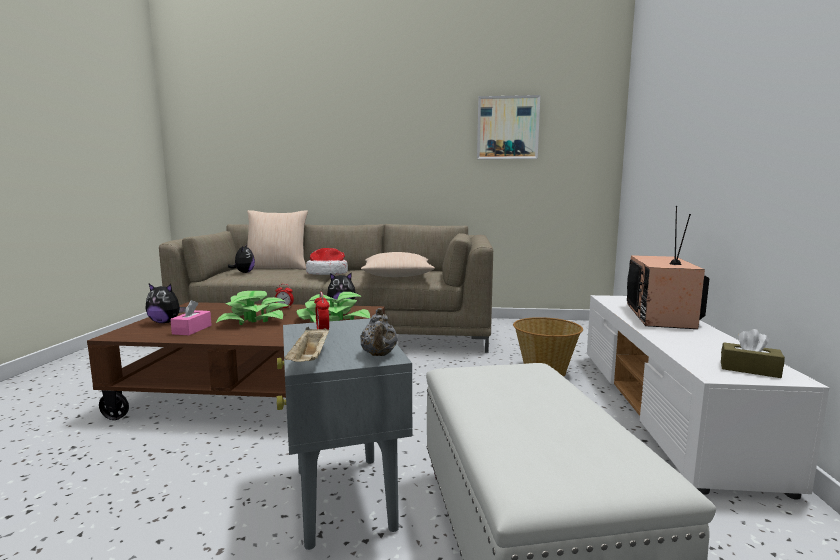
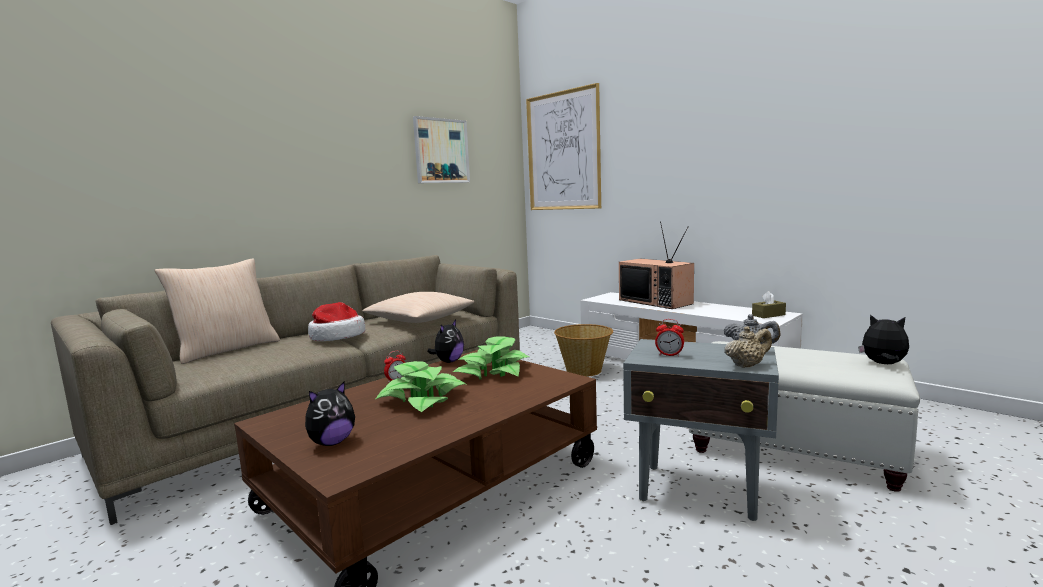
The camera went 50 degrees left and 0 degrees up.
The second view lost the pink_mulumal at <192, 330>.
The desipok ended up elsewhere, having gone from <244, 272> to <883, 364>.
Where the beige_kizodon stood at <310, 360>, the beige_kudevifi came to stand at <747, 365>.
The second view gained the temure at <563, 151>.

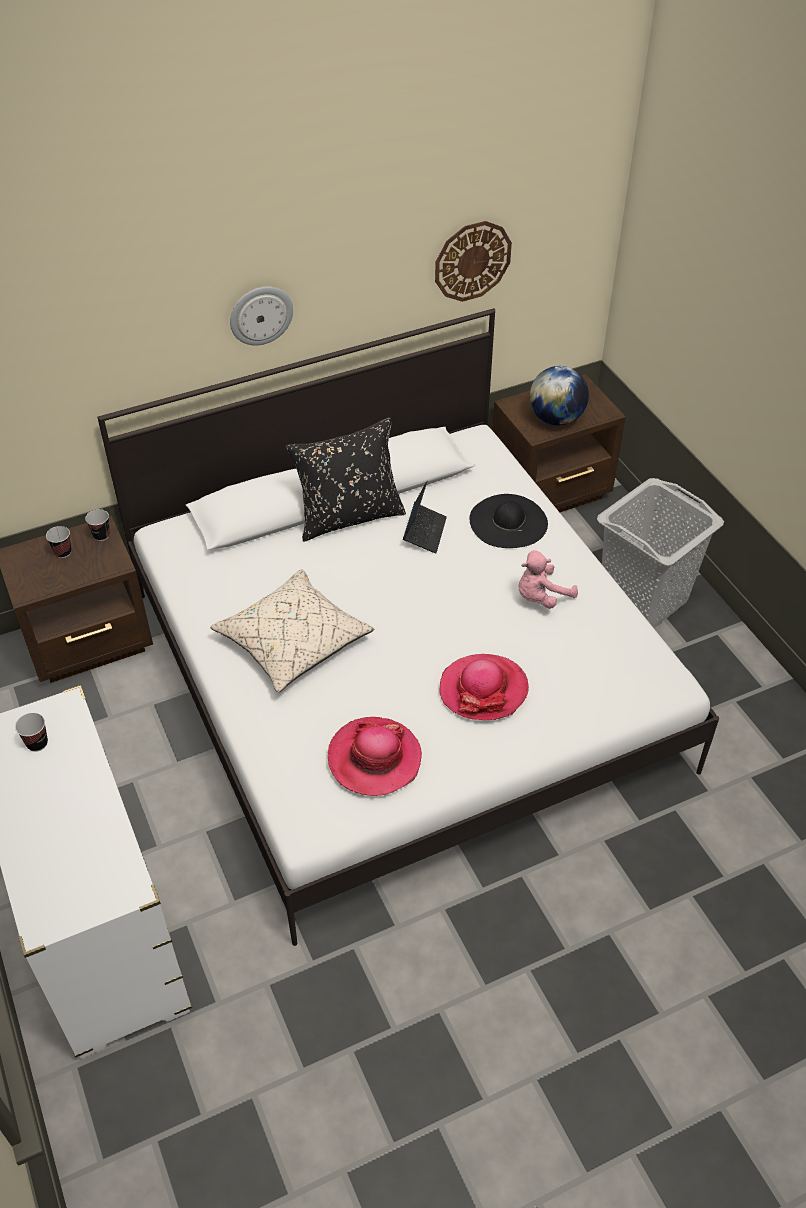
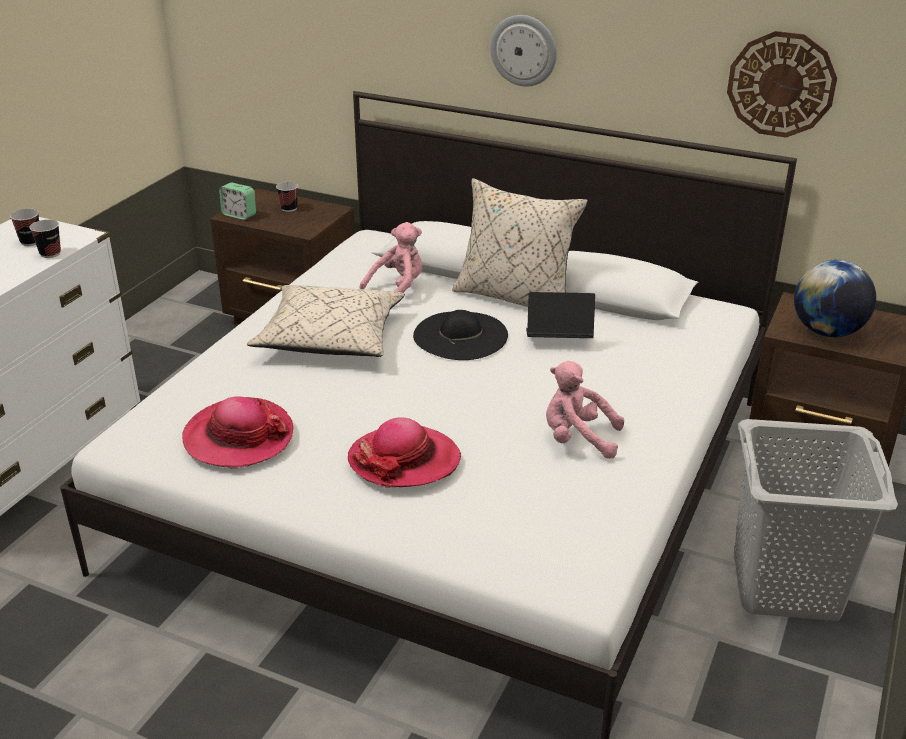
The camera went 50 degrees right and 15 degrees down.
The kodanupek ended up elsewhere, having gone from <101, 535> to <50, 253>.
What was the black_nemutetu at <348, 516> turned into the beige_nemutetu at <515, 297>.
The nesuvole at <424, 532> ended up facing another way, 150 degrees counterclockwise from before.
The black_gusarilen ended up elsewhere, having gone from <508, 521> to <460, 335>.
The second view gained the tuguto at <239, 215>.
The second view gained the pink_desipok at <398, 289>.

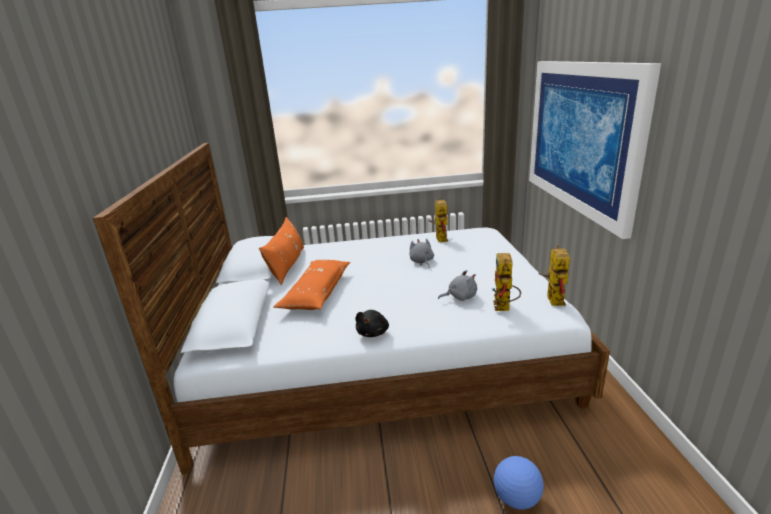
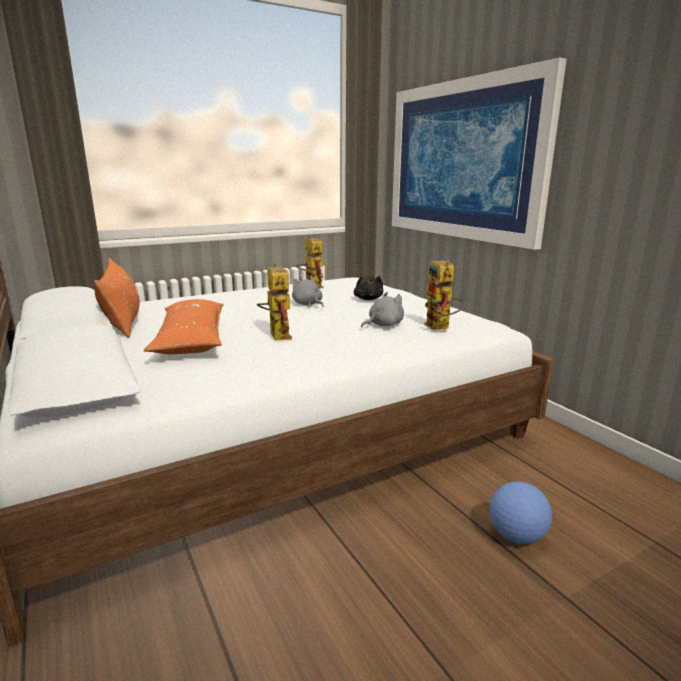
The camera went 25 degrees left and 5 degrees down.
The black_desipok ended up elsewhere, having gone from <373, 332> to <368, 299>.
The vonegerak ended up elsewhere, having gone from <552, 298> to <276, 334>.

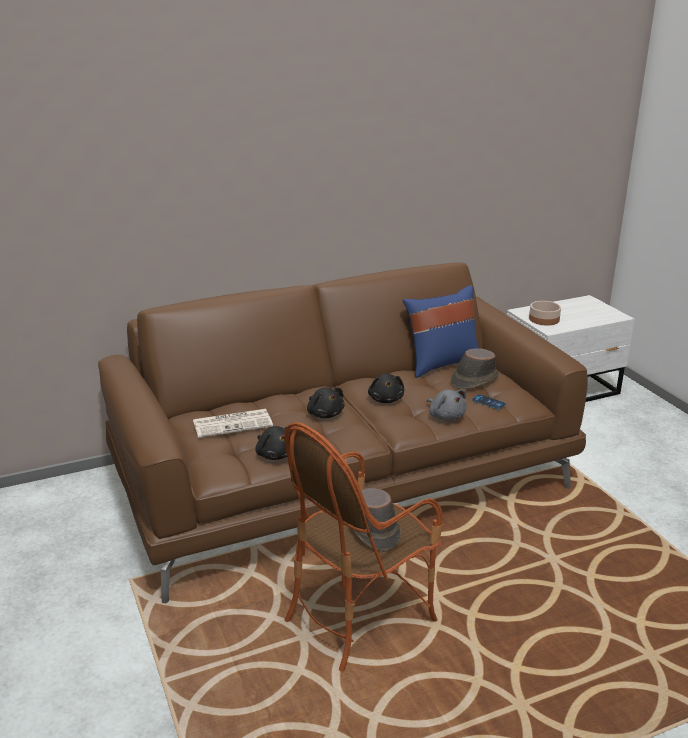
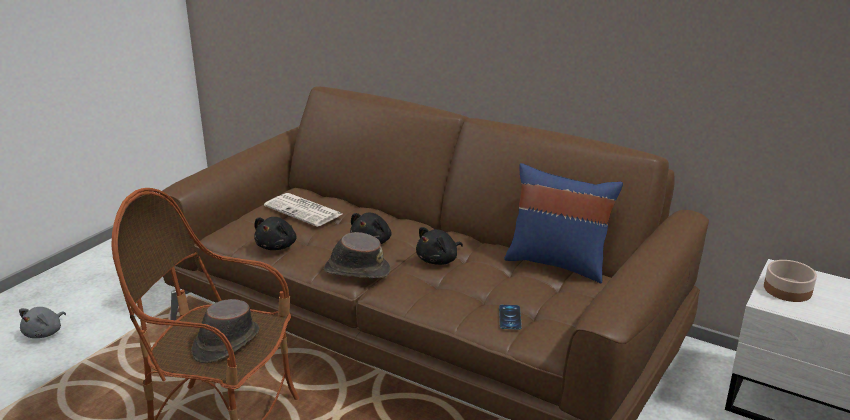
The camera went 55 degrees right and 0 degrees up.
The grey_desipok ended up elsewhere, having gone from <446, 416> to <45, 333>.
The brown_gusarilen ended up elsewhere, having gone from <473, 380> to <356, 270>.

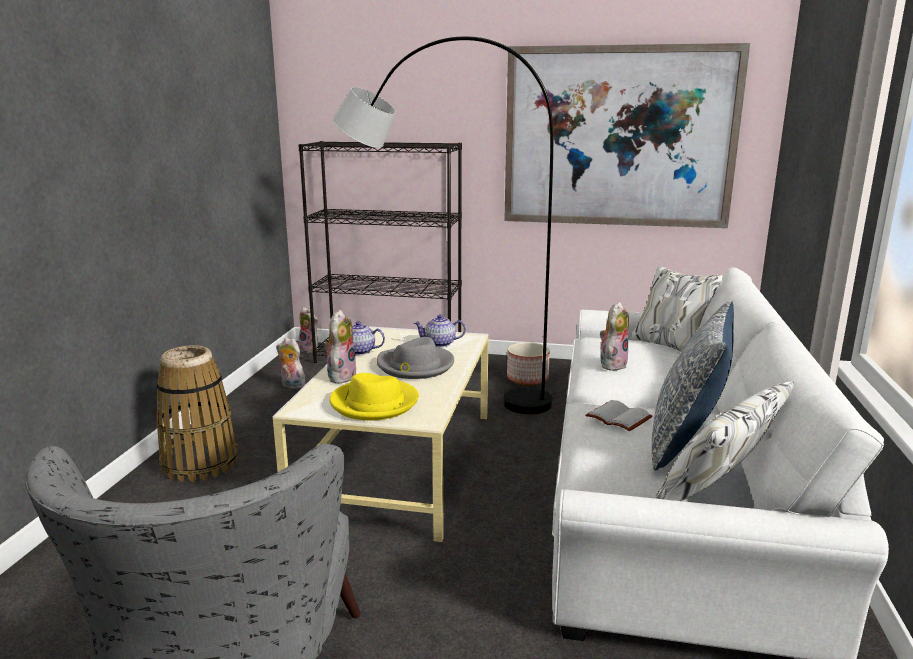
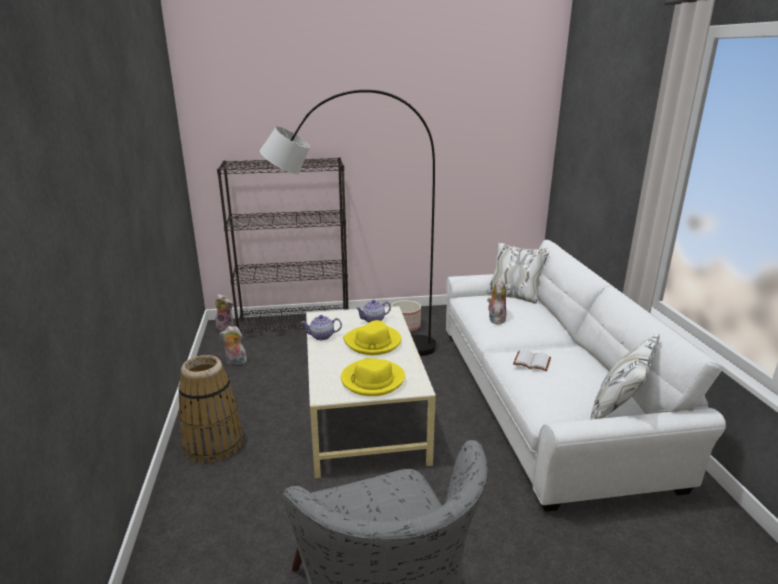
The camera went 20 degrees left and 5 degrees up.
The second view lost the desipok at <341, 376>.
What was the grey_gusarilen at <415, 366> turned into the yellow_gusarilen at <373, 342>.
The second view lost the temure at <618, 137>.
The second view lost the nemutetu at <686, 441>.

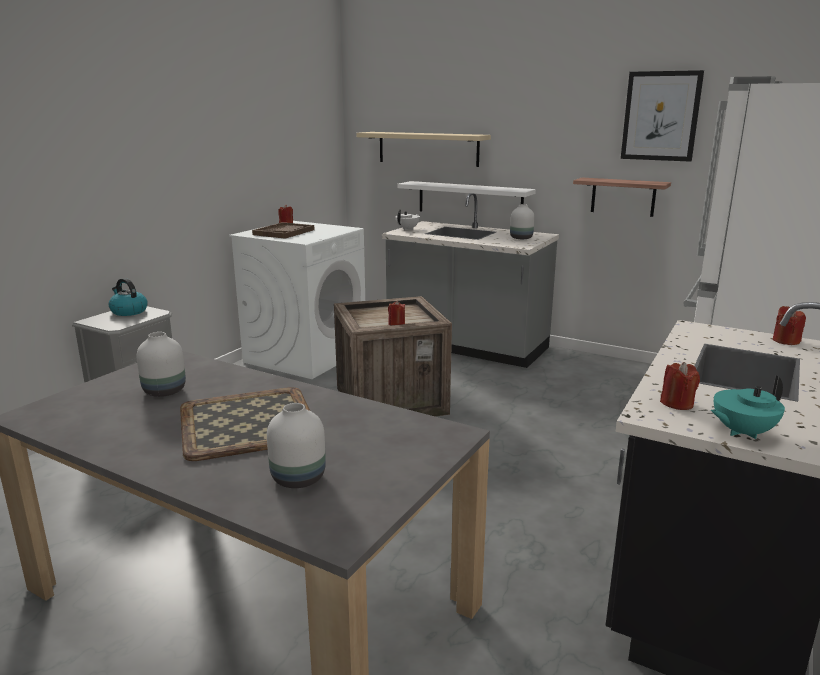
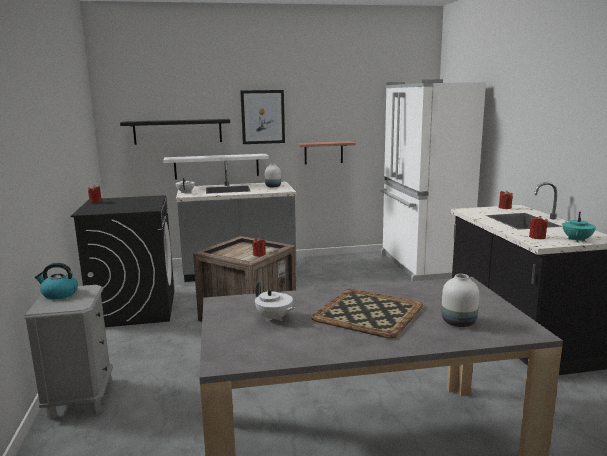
The camera went 40 degrees left and 5 degrees down.
Where the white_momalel stood at <163, 391>, the white_kudevifi came to stand at <274, 318>.
What was the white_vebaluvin at <306, 355> turned into the black_vebaluvin at <134, 308>.
The second view lost the brown_kizodon at <284, 232>.
What was the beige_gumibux at <428, 148> turned into the black_gumibux at <178, 131>.
The temure ended up elsewhere, having gone from <661, 116> to <263, 117>.

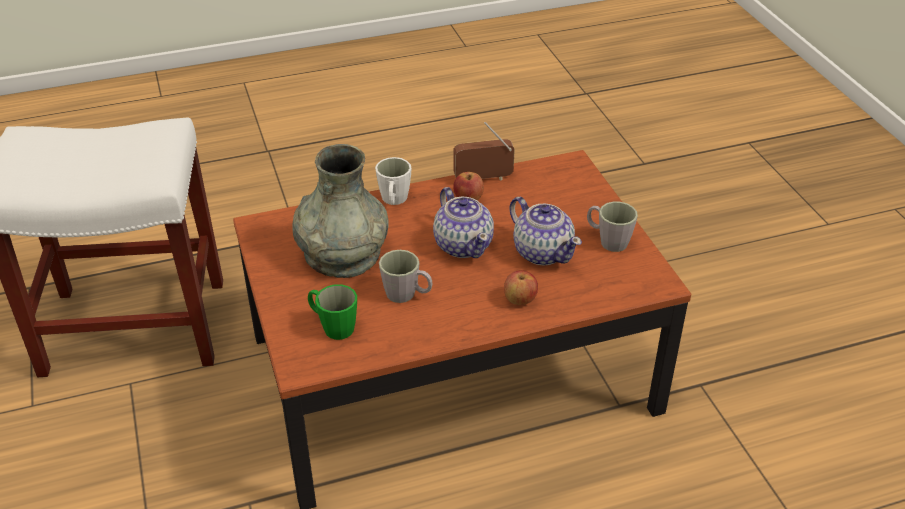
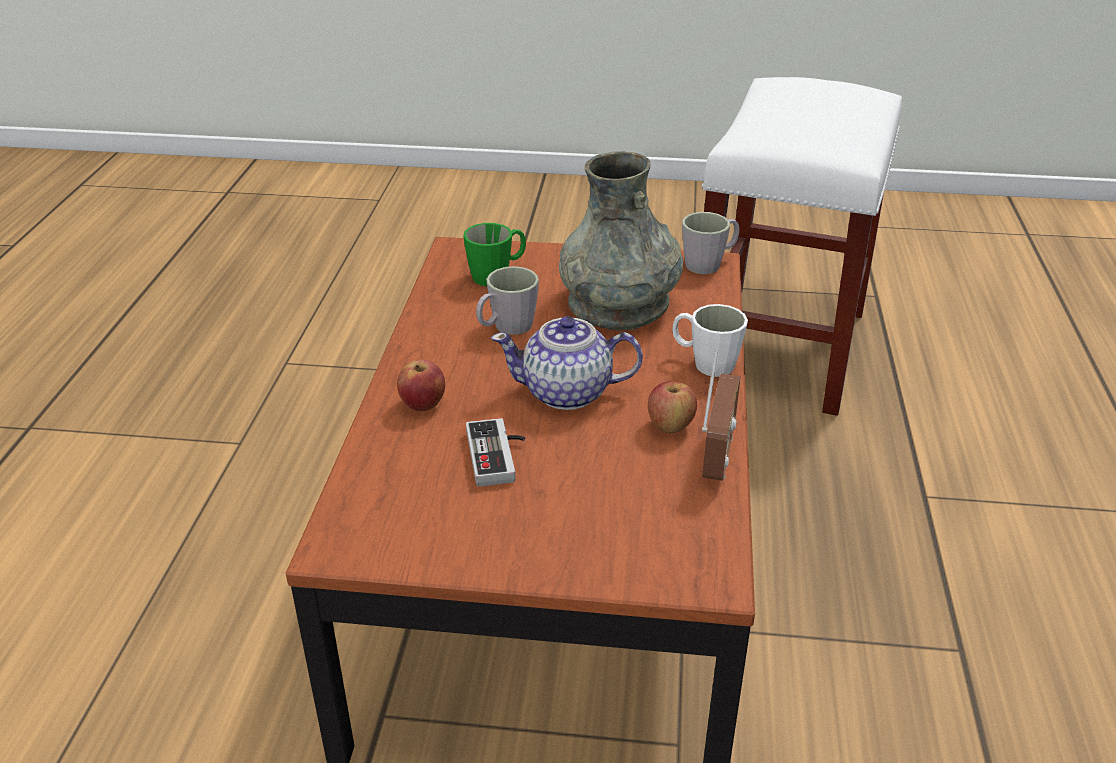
The camera went 115 degrees right and 5 degrees down.
Where the kudevifi stood at <542, 252>, the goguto came to stand at <499, 455>.
The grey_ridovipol ended up elsewhere, having gone from <608, 240> to <709, 263>.

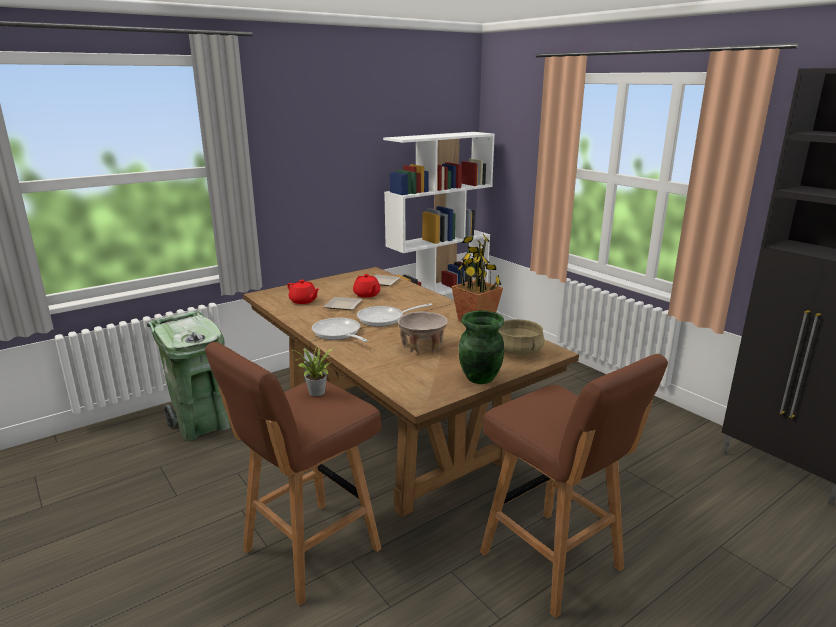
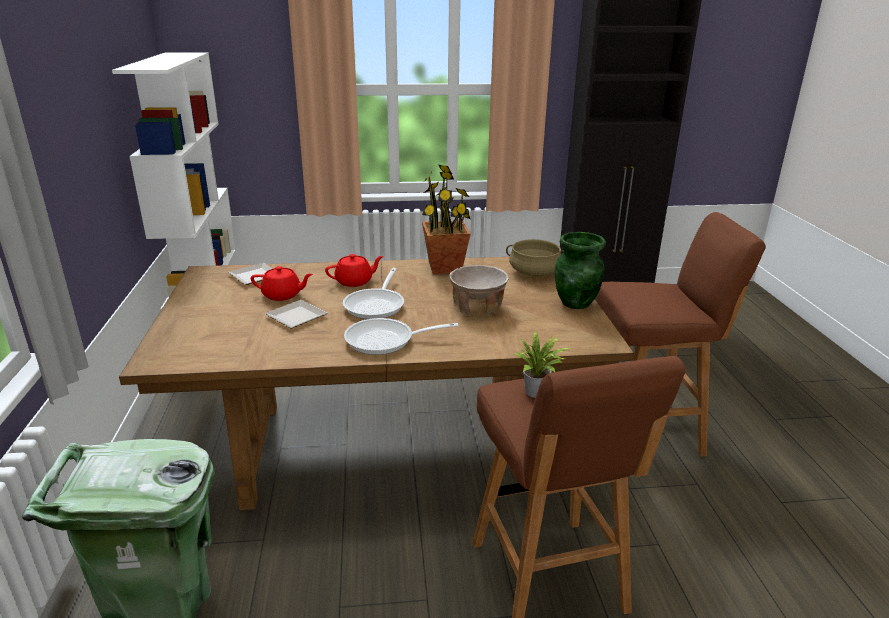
The camera went 60 degrees left and 5 degrees up.
The red_kudevifi ended up elsewhere, having gone from <303, 301> to <355, 281>.

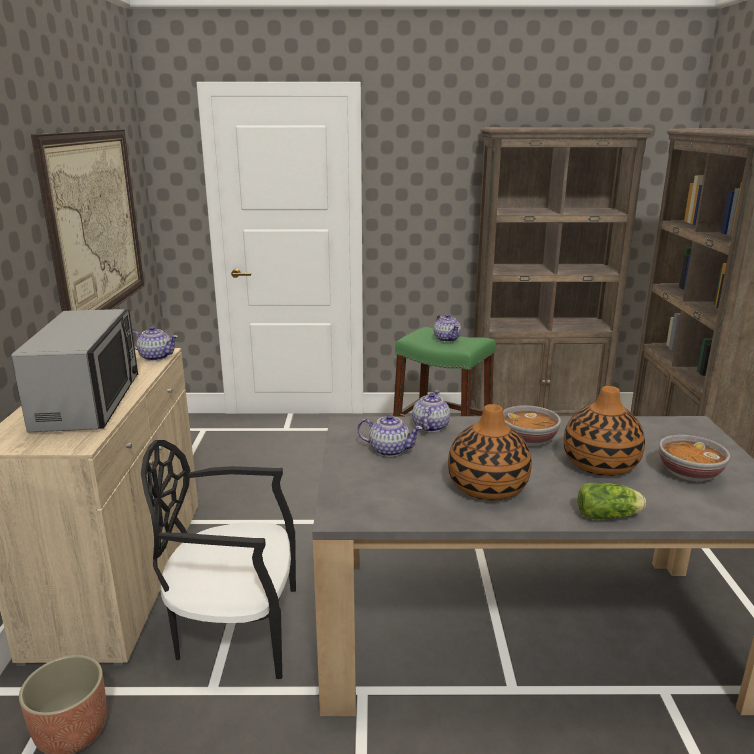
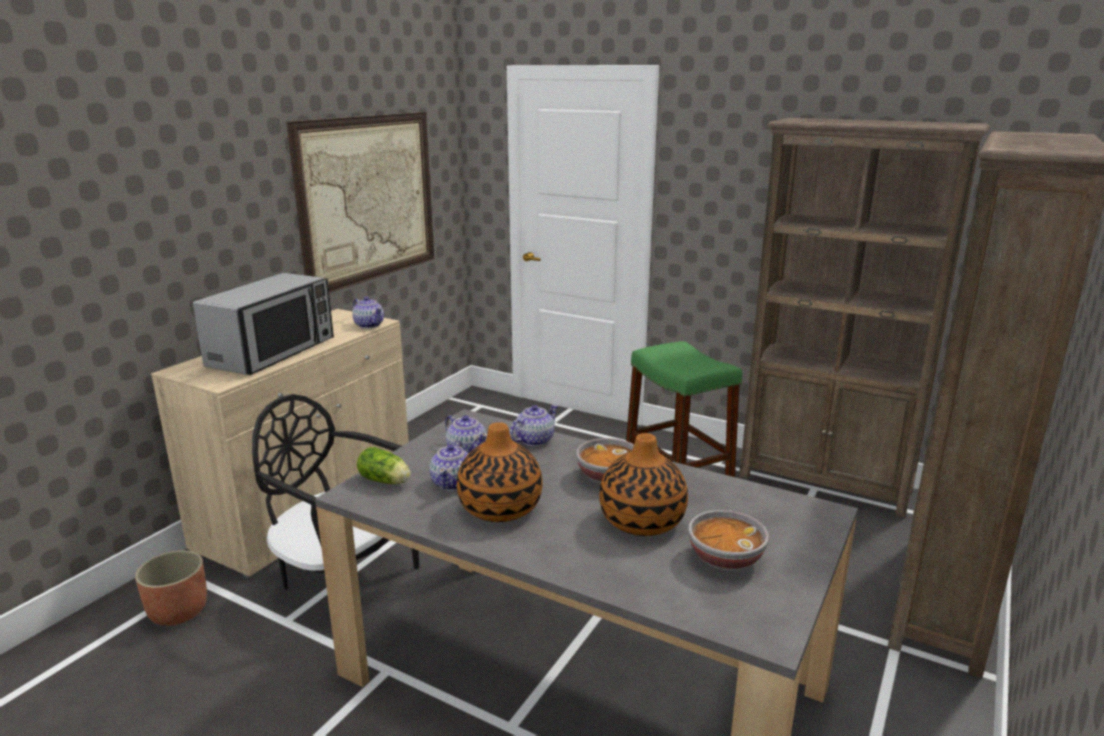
The camera went 30 degrees right and 0 degrees up.
The kudevifi ended up elsewhere, having gone from <447, 339> to <453, 483>.
The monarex ended up elsewhere, having gone from <609, 516> to <386, 481>.

